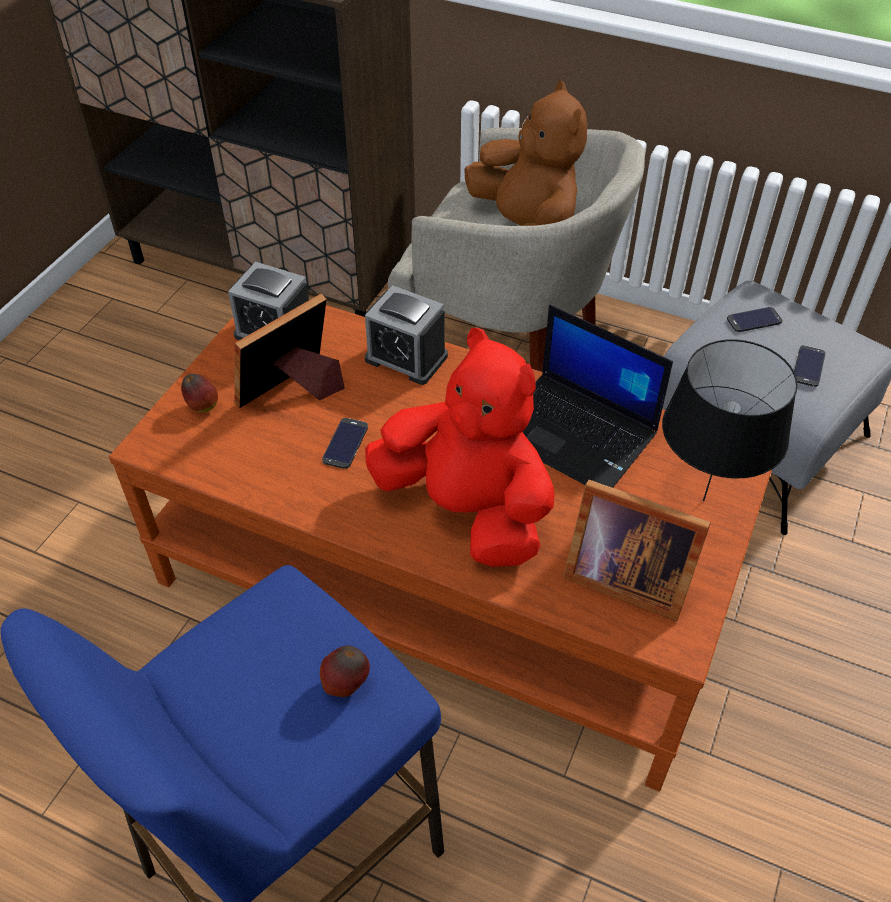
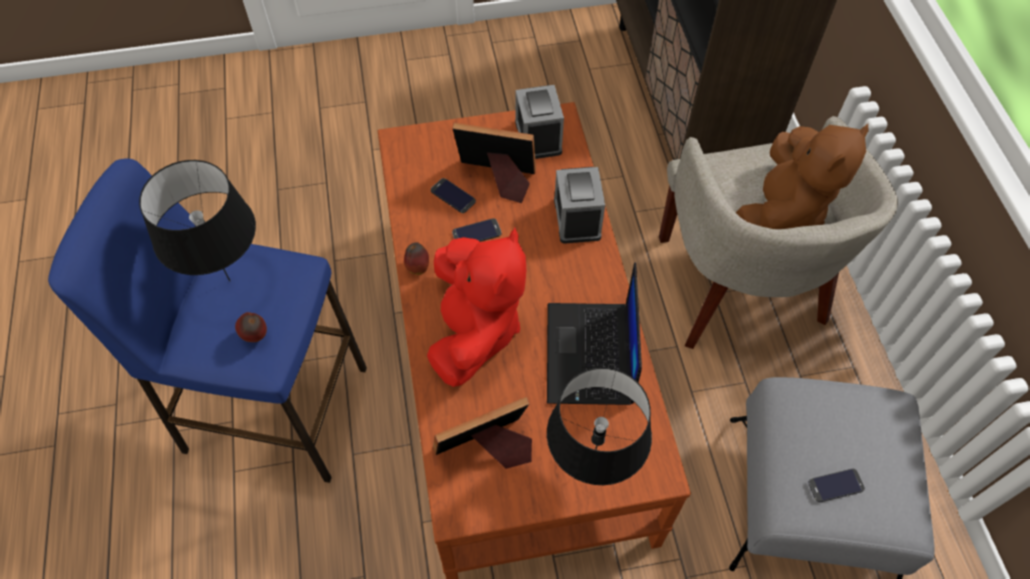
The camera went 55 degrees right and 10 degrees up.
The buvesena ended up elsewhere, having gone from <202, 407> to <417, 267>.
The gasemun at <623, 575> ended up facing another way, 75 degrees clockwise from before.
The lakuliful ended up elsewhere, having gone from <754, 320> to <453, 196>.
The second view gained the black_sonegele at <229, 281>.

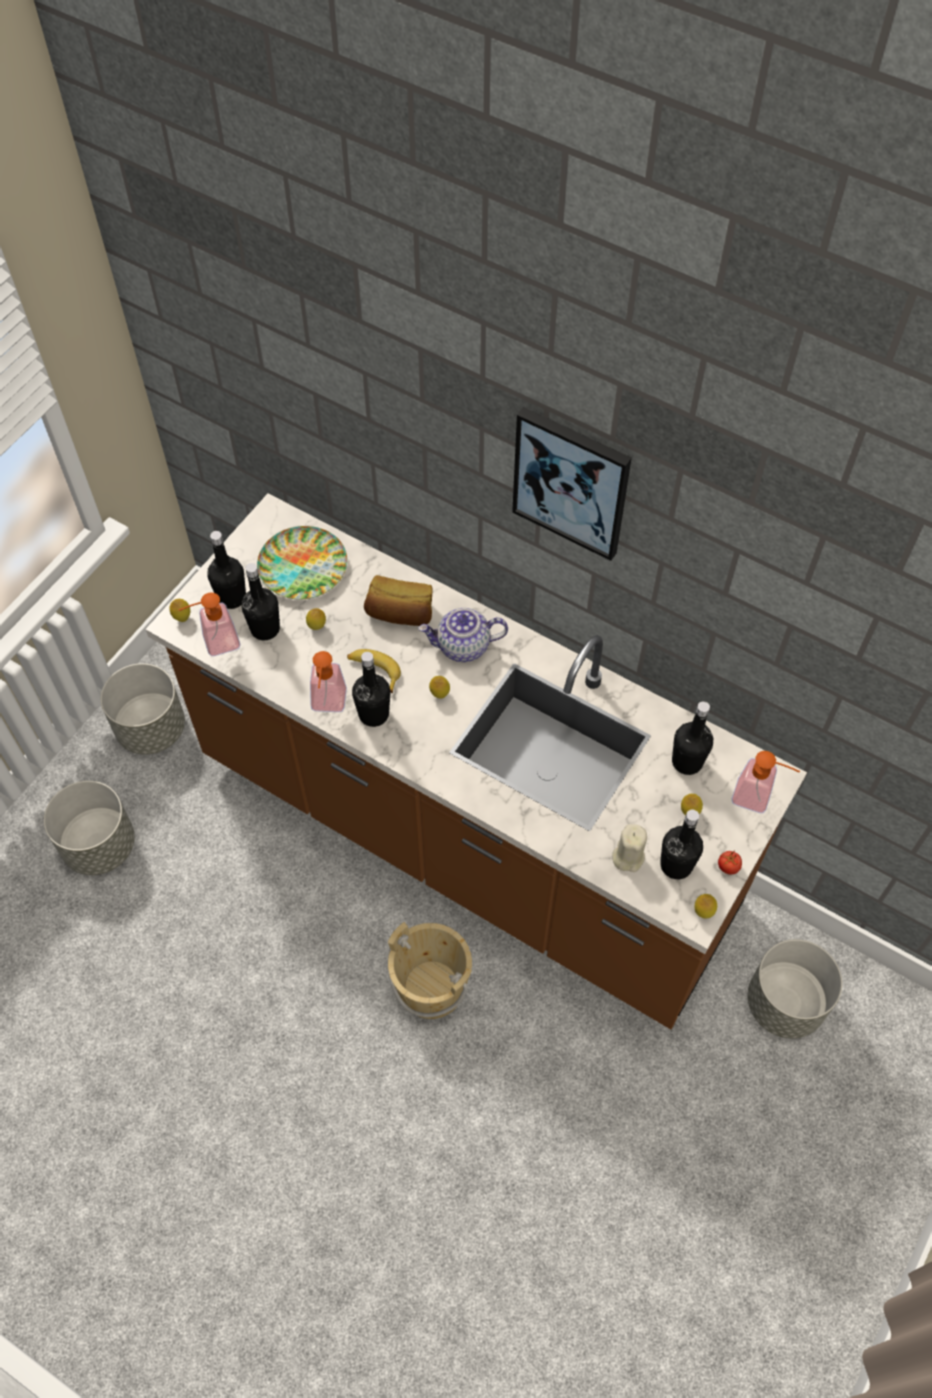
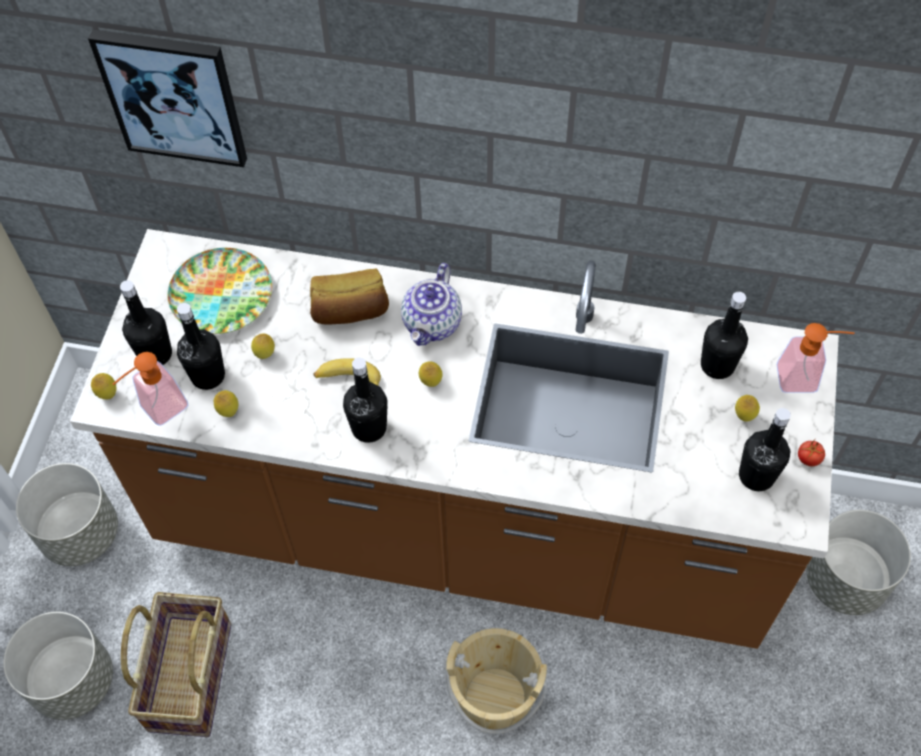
The camera went 20 degrees left and 0 degrees up.
The second view lost the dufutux at <328, 705>.
The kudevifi at <463, 646> ended up facing another way, 45 degrees counterclockwise from before.
The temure ended up elsewhere, having gone from <571, 482> to <173, 96>.
The second view lost the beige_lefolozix at <628, 856>.
The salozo ended up elsewhere, having gone from <703, 912> to <229, 412>.
The second view gained the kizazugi at <188, 675>.

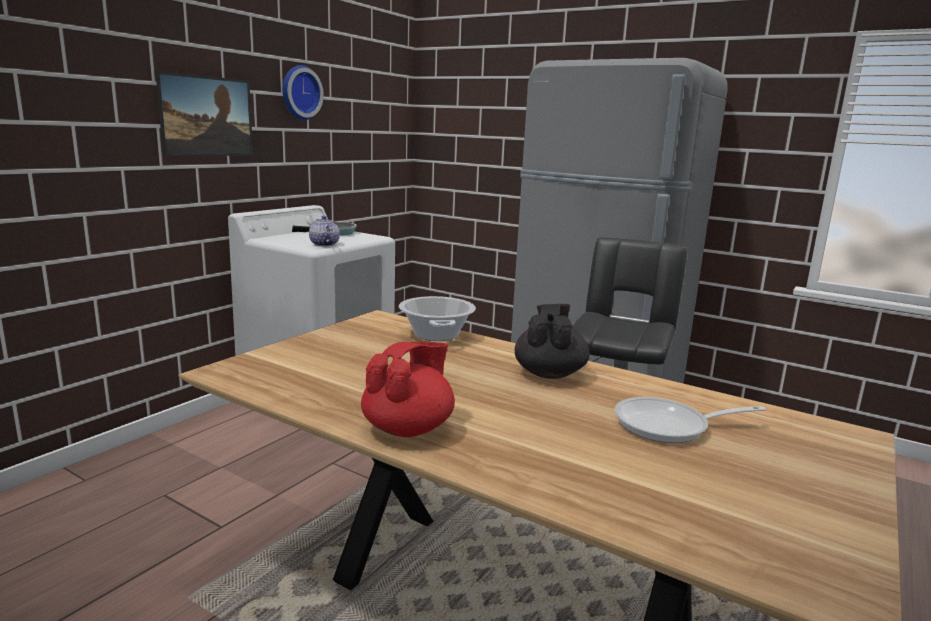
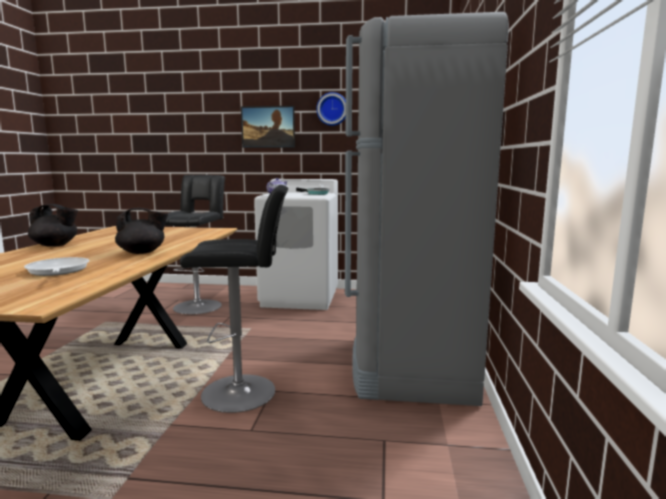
The camera went 65 degrees right and 5 degrees down.
What was the red_kudevifi at <408, 428> turned into the black_kudevifi at <55, 245>.
The second view lost the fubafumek at <436, 335>.
The second view gained the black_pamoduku at <199, 305>.

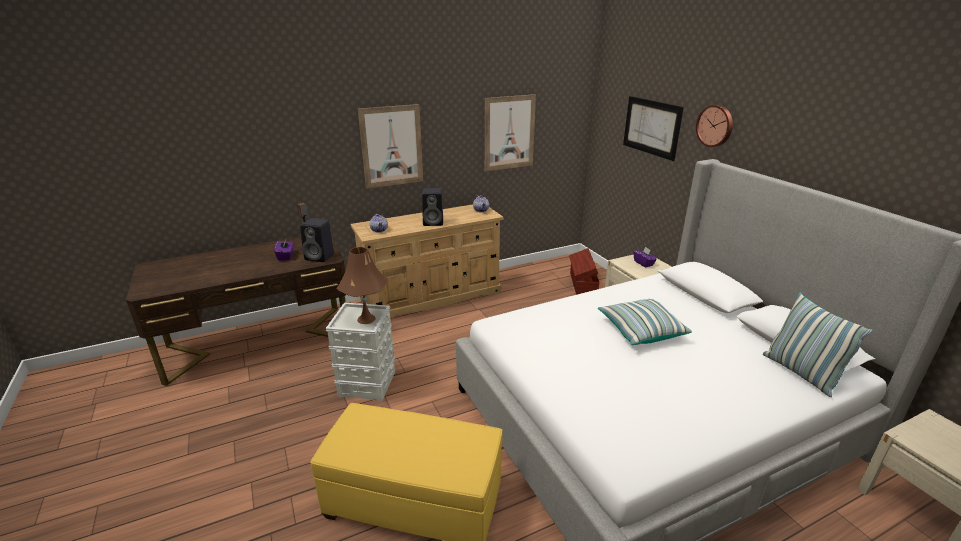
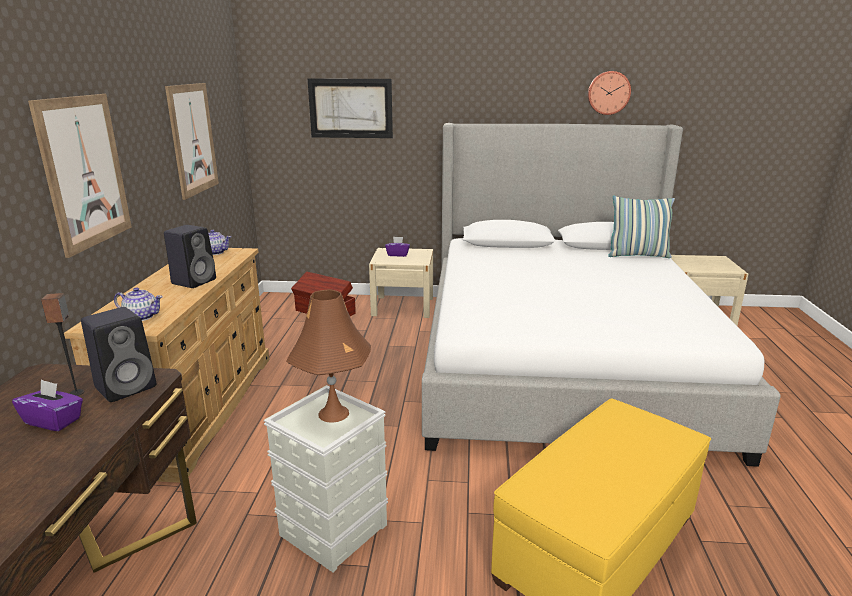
The camera went 60 degrees left and 5 degrees down.
The second view lost the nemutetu at <640, 331>.
The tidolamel ended up elsewhere, having gone from <715, 125> to <608, 93>.

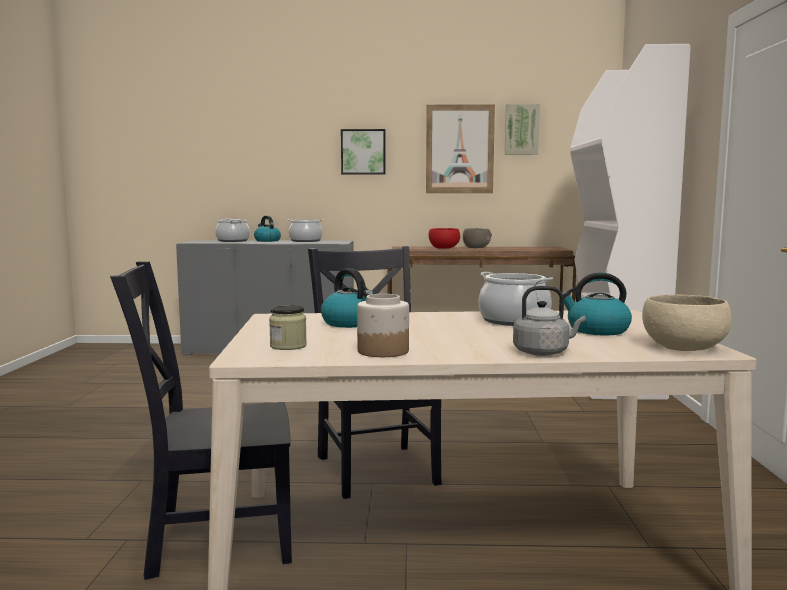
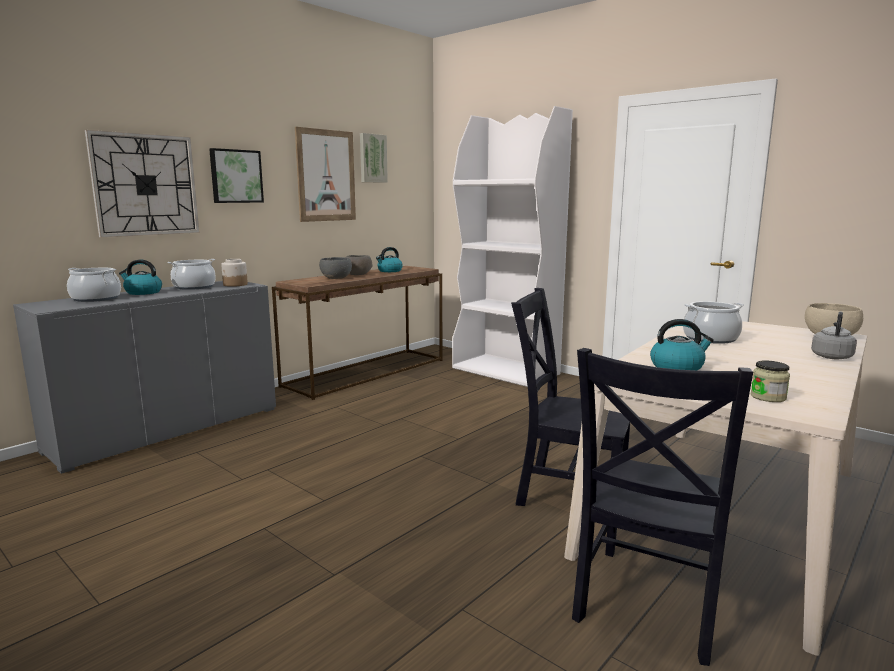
The camera went 50 degrees left and 5 degrees up.
The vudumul ended up elsewhere, having gone from <382, 351> to <235, 284>.
What was the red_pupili at <444, 248> turned into the grey_pupili at <336, 278>.
The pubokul ended up elsewhere, having gone from <597, 330> to <389, 271>.
The second view gained the tidolamel at <145, 185>.

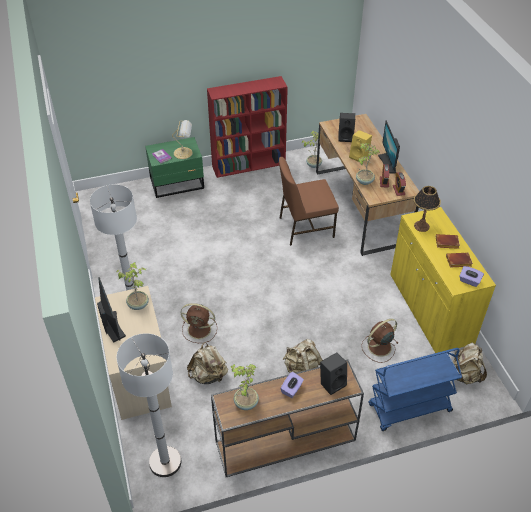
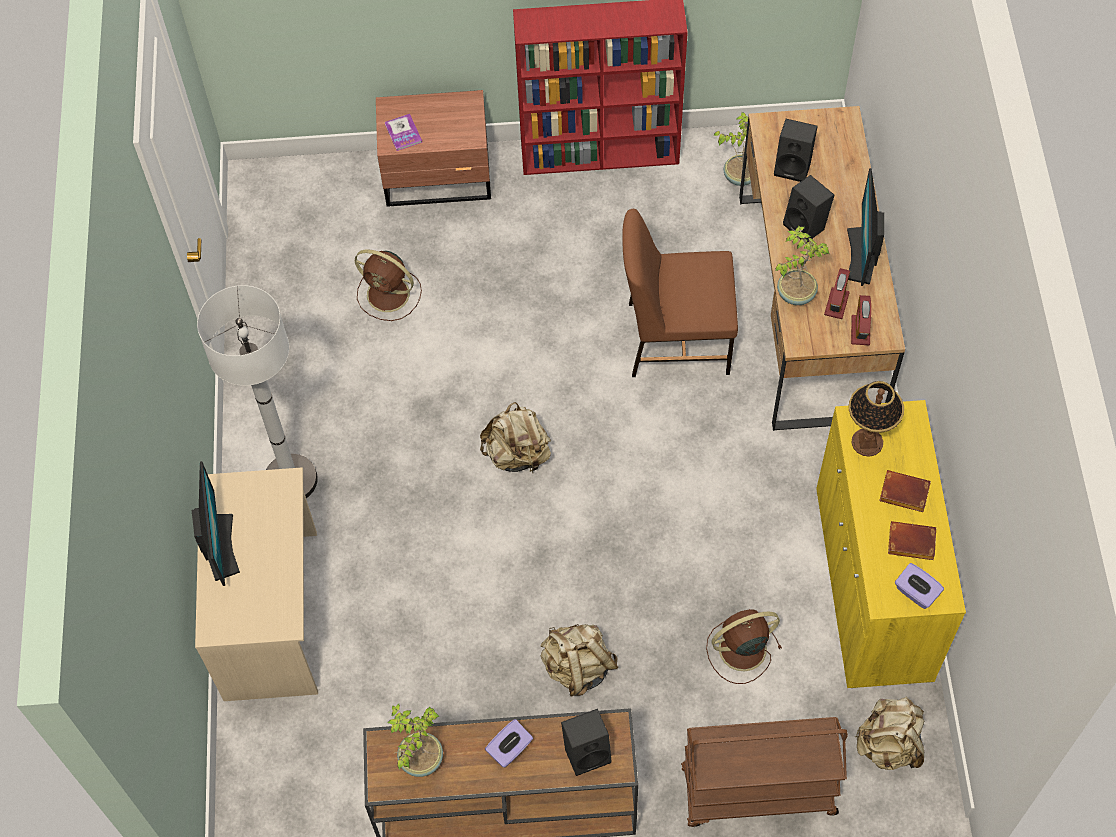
The camera went 15 degrees right and 15 degrees up.
The second view lost the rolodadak at <138, 304>.
The second view lost the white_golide at <165, 462>.
What was the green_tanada at <178, 183> turned into the brown_tanada at <439, 177>.
The second view lost the sonegele at <184, 153>.
The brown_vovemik ended up elsewhere, having gone from <200, 330> to <390, 295>.
The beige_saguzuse ended up elsewhere, having gone from <208, 375> to <517, 454>.
What was the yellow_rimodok at <359, 156> turned into the black_rimodok at <807, 226>.
What was the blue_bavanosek at <409, 409> turned into the brown_bavanosek at <757, 792>.

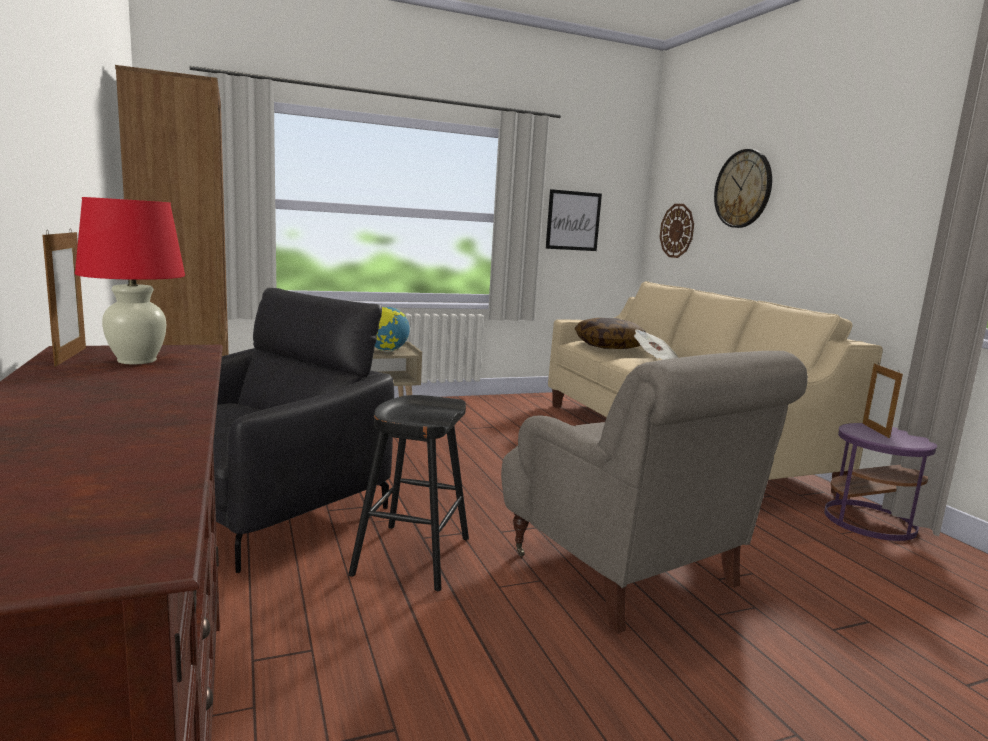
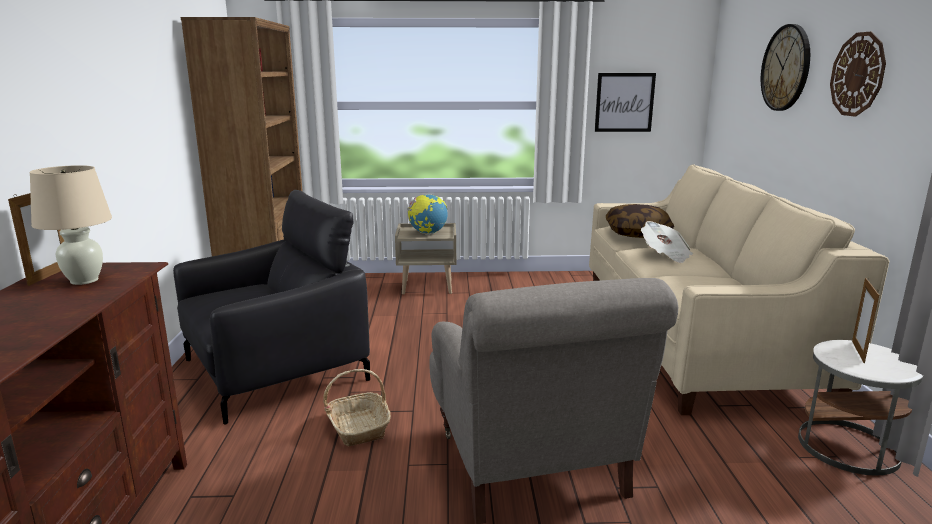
The camera went 20 degrees right and 5 degrees up.
What was the red_sonegele at <137, 361> turned into the beige_sonegele at <84, 281>.
Where the black_pamoduku stood at <412, 556>, the kizazugi came to stand at <358, 427>.
The tidolamel ended up elsewhere, having gone from <677, 230> to <858, 74>.
What was the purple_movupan at <870, 521> turned into the white_movupan at <848, 447>.

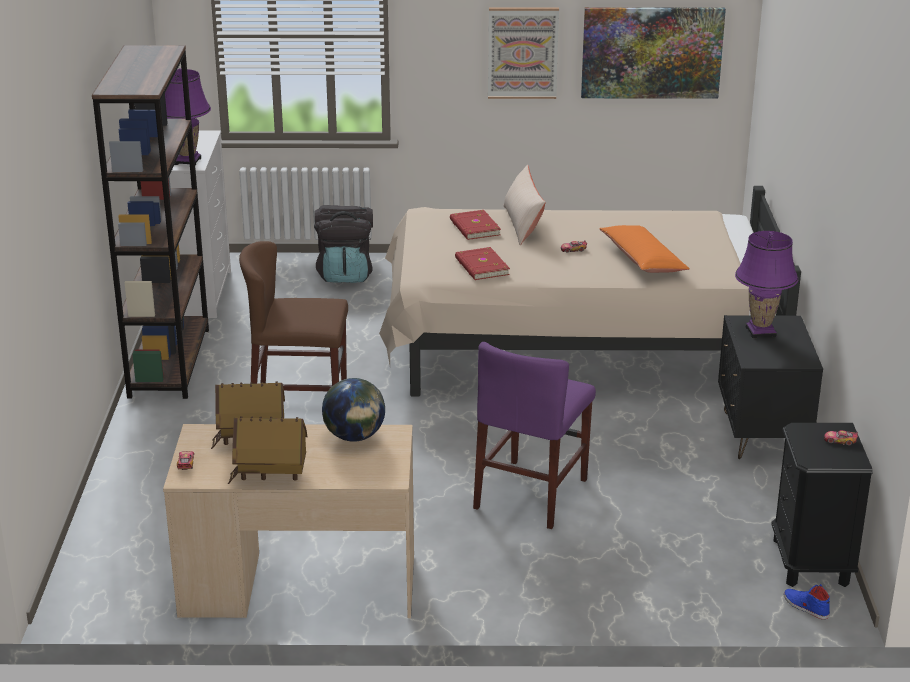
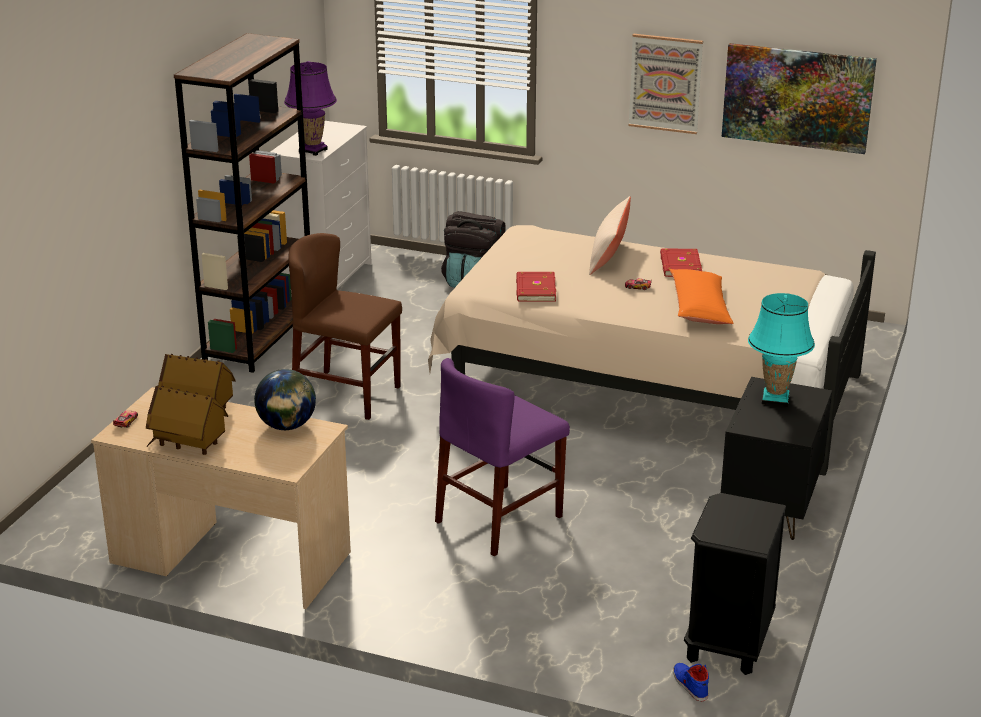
The camera went 20 degrees right and 0 degrees up.
The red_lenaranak ended up elsewhere, having gone from <474, 228> to <679, 266>.
What was the purple_sonegele at <760, 331> turned into the turquoise_sonegele at <775, 399>.
The second view lost the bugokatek at <840, 441>.

